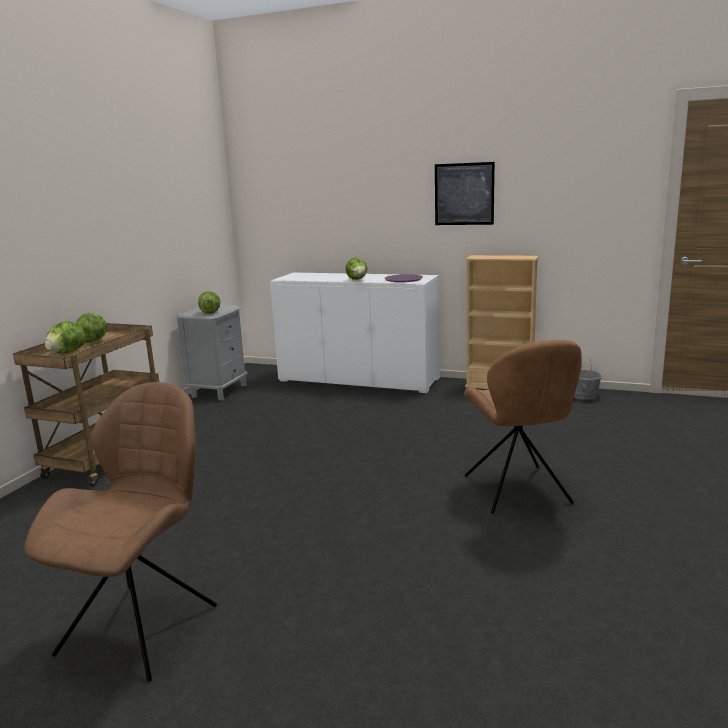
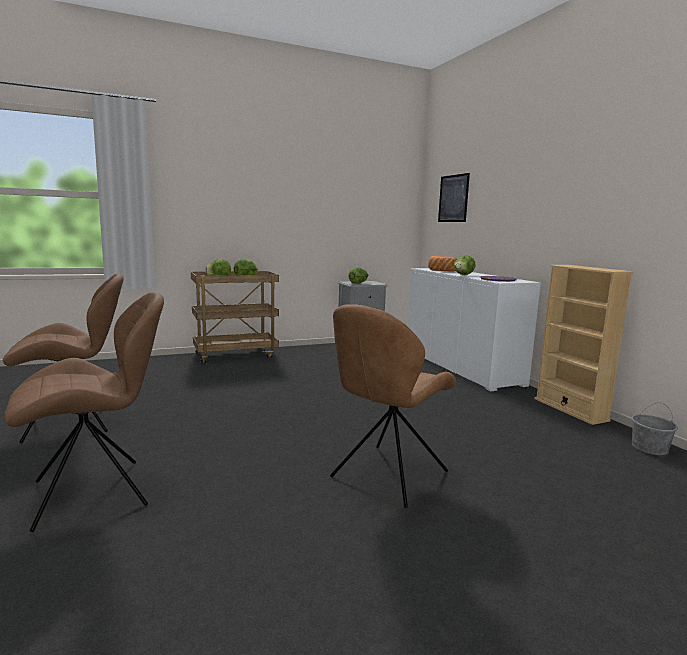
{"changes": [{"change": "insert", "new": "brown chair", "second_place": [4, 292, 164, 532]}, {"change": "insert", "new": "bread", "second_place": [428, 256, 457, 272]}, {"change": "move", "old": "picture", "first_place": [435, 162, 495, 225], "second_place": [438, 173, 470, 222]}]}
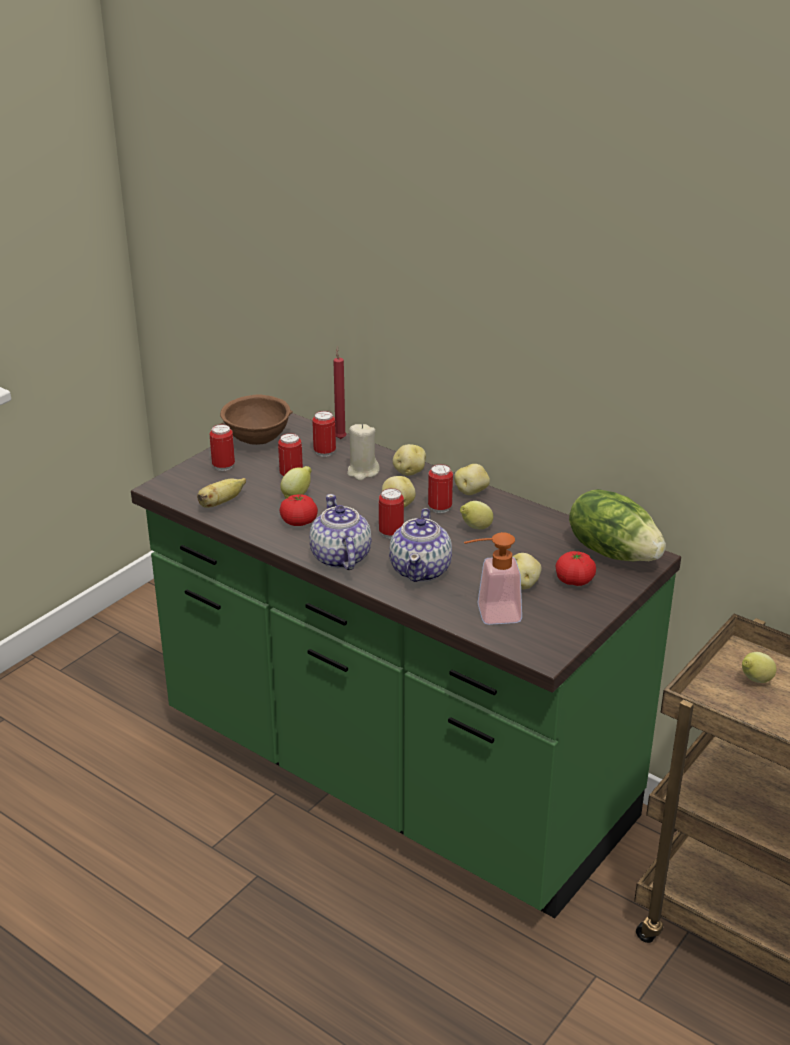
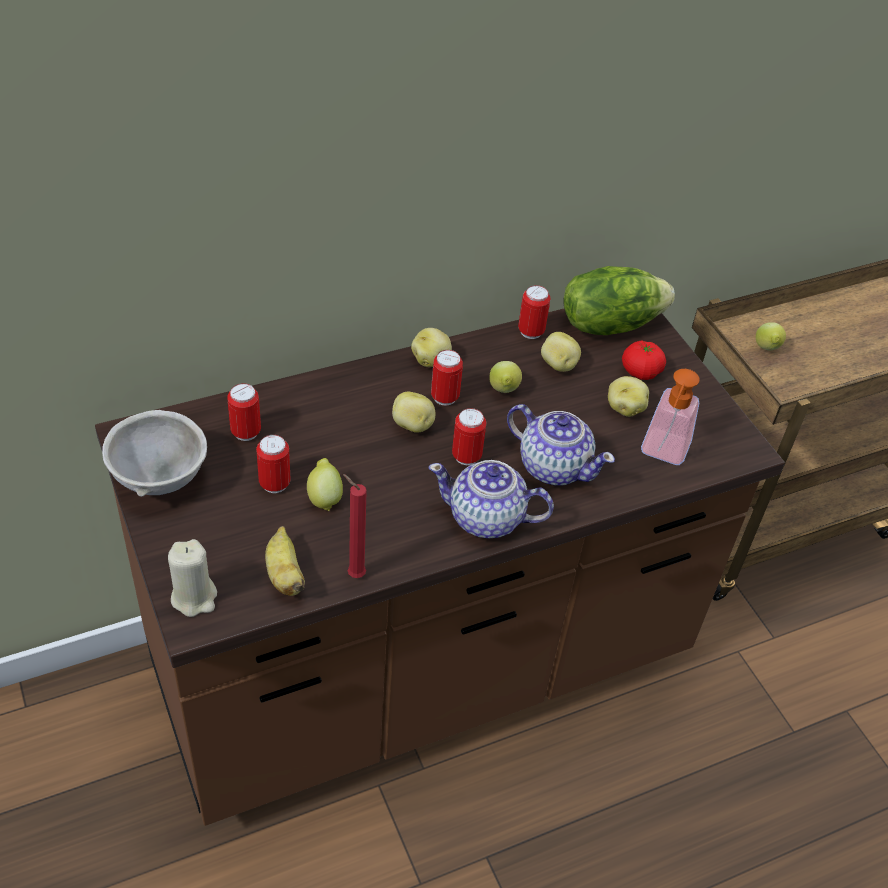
{"changes": [{"change": "recolor", "old": "green counter", "new": "brown counter", "first_place": [131, 413, 681, 918], "second_place": [95, 309, 785, 826]}, {"change": "recolor", "old": "brown bowl", "new": "grey bowl", "first_place": [220, 395, 293, 445], "second_place": [102, 410, 207, 497]}, {"change": "move", "old": "beige candle", "first_place": [347, 424, 380, 481], "second_place": [168, 539, 217, 617]}, {"change": "move", "old": "red candle", "first_place": [333, 346, 347, 439], "second_place": [343, 474, 367, 578]}, {"change": "move", "old": "can", "first_place": [210, 424, 235, 471], "second_place": [518, 285, 550, 339]}, {"change": "move", "old": "potato", "first_place": [393, 444, 426, 476], "second_place": [541, 332, 581, 372]}, {"change": "delete", "old": "tomato", "first_place": [280, 494, 318, 526]}]}
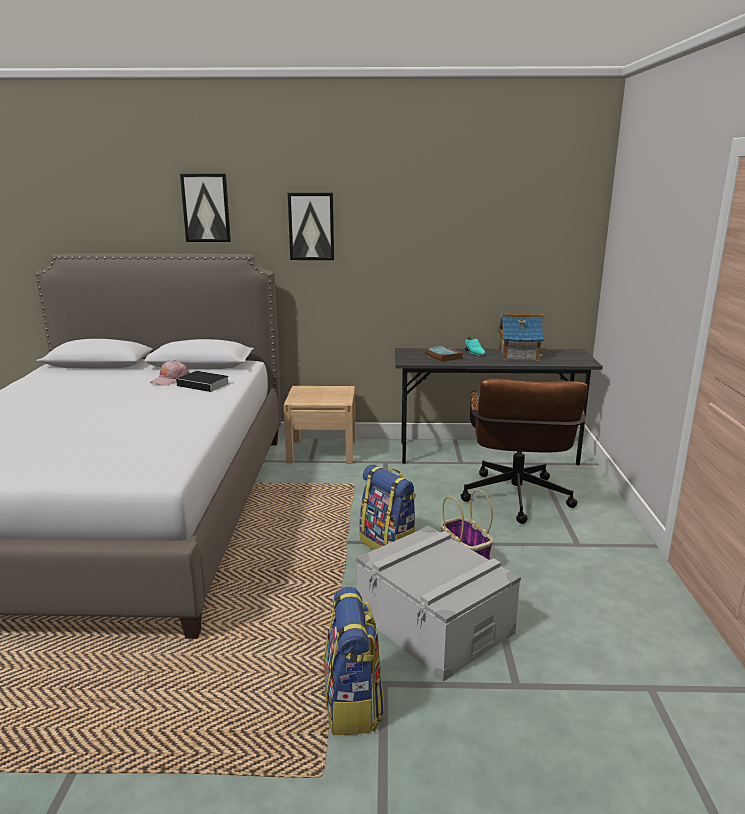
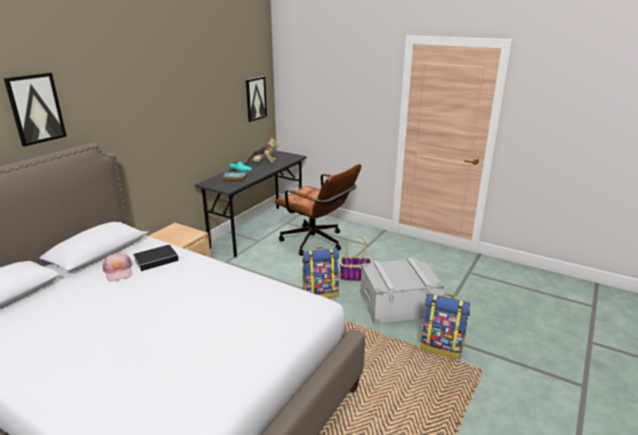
{"changes": [{"change": "replace", "old": "toy house", "new": "plush toy", "first_place": [498, 313, 544, 361], "second_place": [245, 137, 279, 164]}, {"change": "move", "old": "picture", "first_place": [288, 193, 334, 260], "second_place": [246, 76, 267, 122]}]}
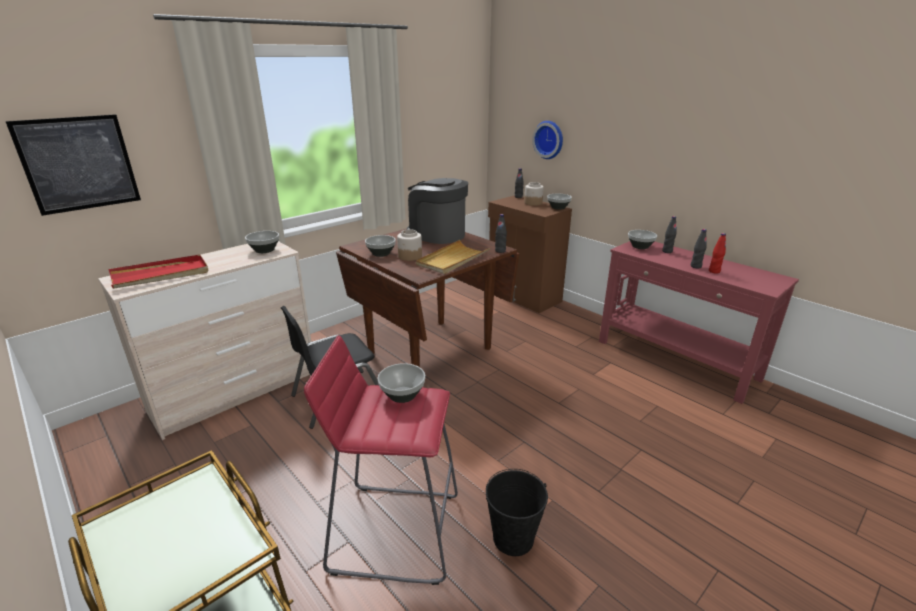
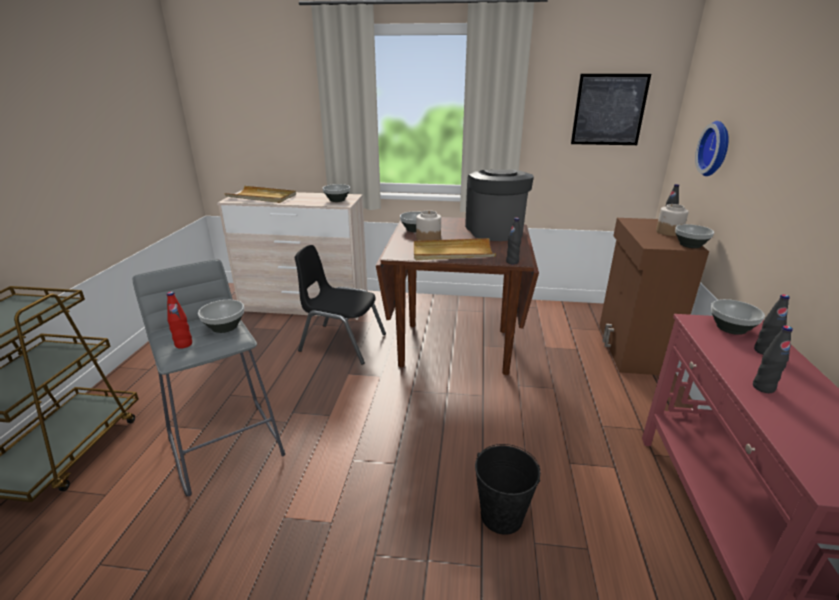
{"changes": [{"change": "recolor", "old": "red stool", "new": "grey stool", "first_place": [304, 335, 458, 585], "second_place": [133, 259, 285, 497]}, {"change": "move", "old": "red bottle", "first_place": [709, 233, 726, 274], "second_place": [167, 292, 192, 349]}, {"change": "recolor", "old": "red tray", "new": "beige tray", "first_place": [108, 254, 208, 289], "second_place": [224, 186, 296, 203]}, {"change": "move", "old": "black bucket", "first_place": [486, 469, 548, 556], "second_place": [475, 444, 540, 535]}, {"change": "move", "old": "picture", "first_place": [5, 114, 141, 216], "second_place": [571, 74, 651, 145]}]}
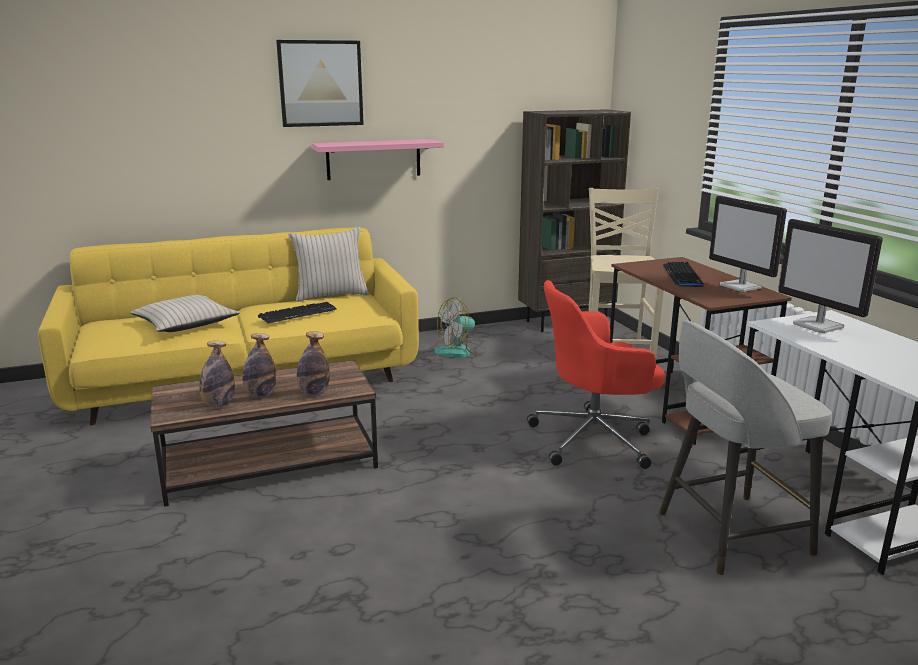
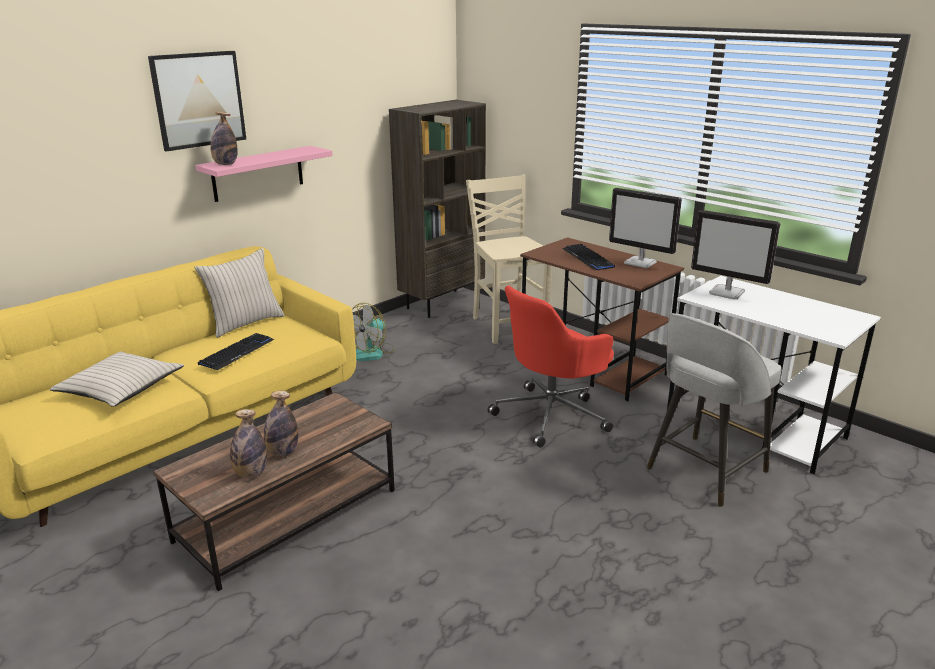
{"changes": [{"change": "move", "old": "bottle", "first_place": [297, 331, 330, 396], "second_place": [210, 112, 238, 165]}]}
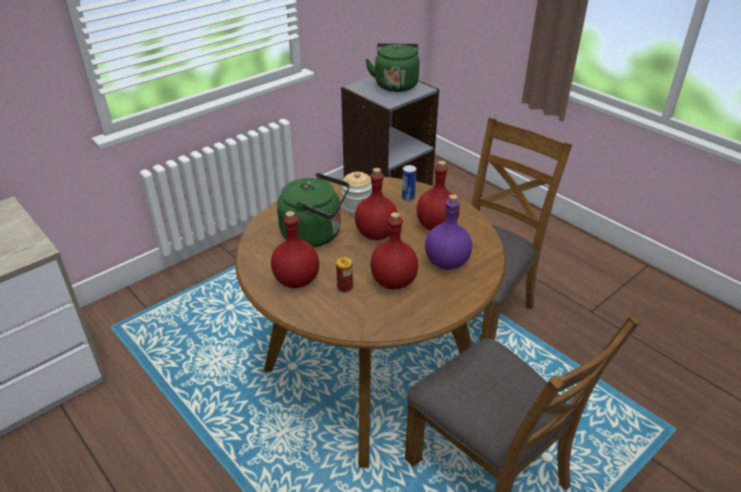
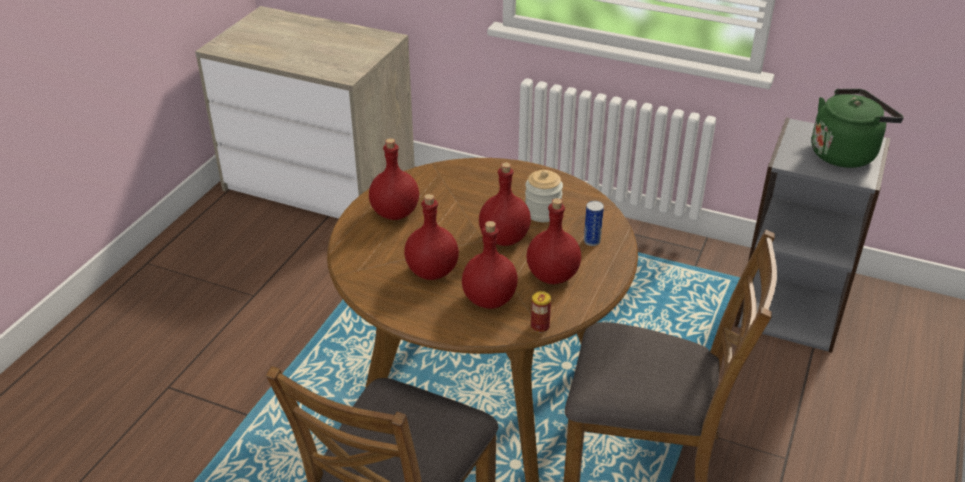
{"changes": [{"change": "recolor", "old": "purple bottle", "new": "red bottle", "first_place": [425, 194, 472, 270], "second_place": [462, 221, 518, 309]}, {"change": "move", "old": "can", "first_place": [336, 257, 353, 292], "second_place": [531, 291, 551, 333]}, {"change": "delete", "old": "green kettle", "first_place": [277, 173, 350, 248]}]}
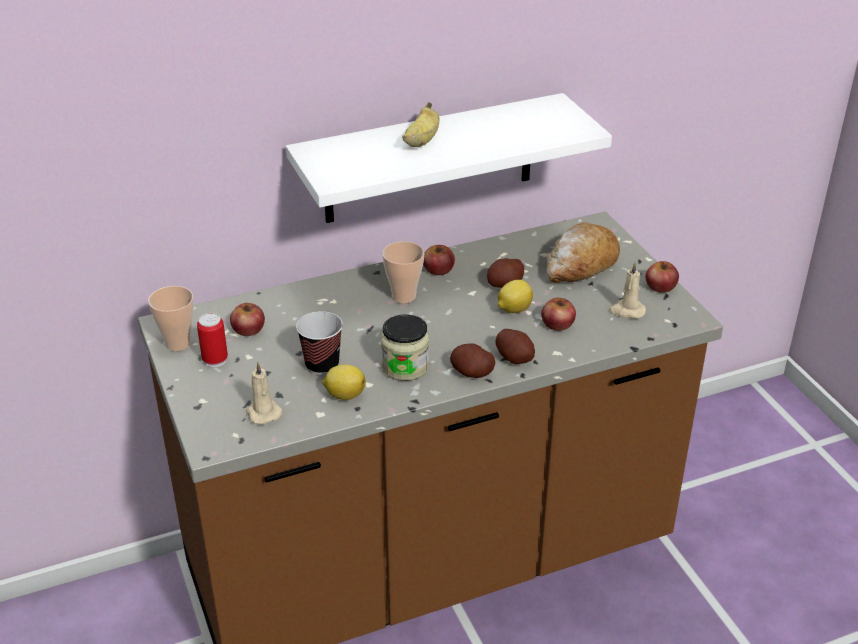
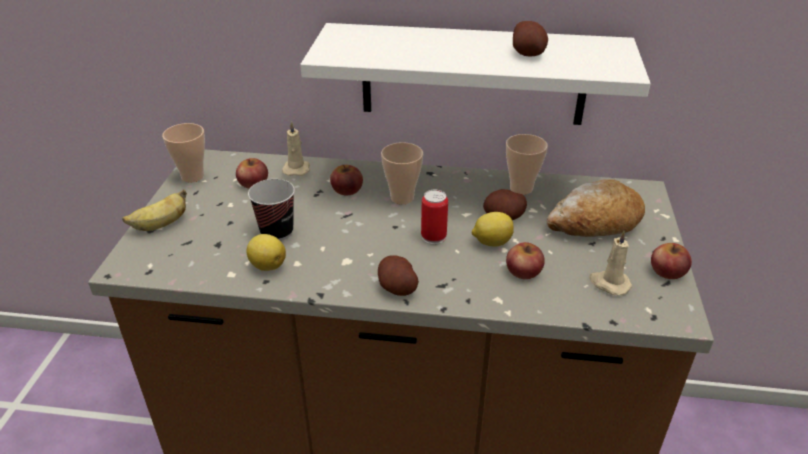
{"changes": [{"change": "move", "old": "banana", "first_place": [402, 102, 439, 147], "second_place": [122, 190, 187, 231]}, {"change": "move", "old": "beige candle", "first_place": [246, 362, 282, 425], "second_place": [282, 121, 310, 176]}, {"change": "move", "old": "apple", "first_place": [423, 245, 455, 275], "second_place": [330, 164, 363, 196]}, {"change": "move", "old": "can", "first_place": [197, 313, 228, 367], "second_place": [421, 190, 448, 245]}, {"change": "insert", "new": "cup", "second_place": [506, 134, 548, 195]}, {"change": "move", "old": "potato", "first_place": [495, 329, 535, 364], "second_place": [513, 21, 548, 57]}, {"change": "delete", "old": "jar", "first_place": [381, 315, 429, 381]}]}
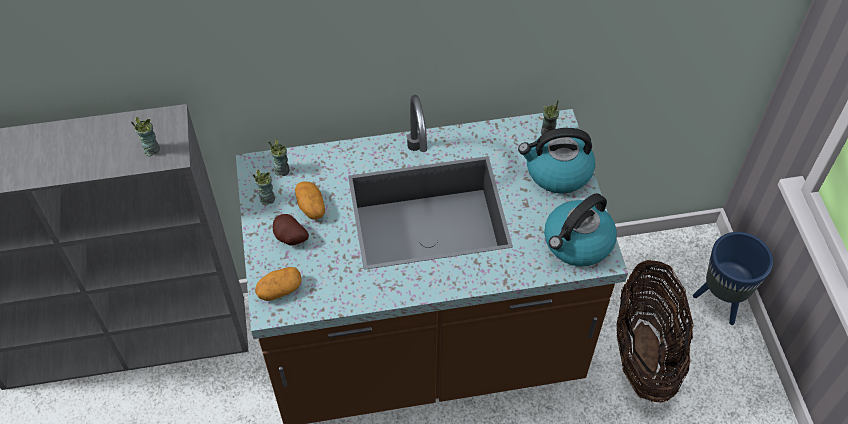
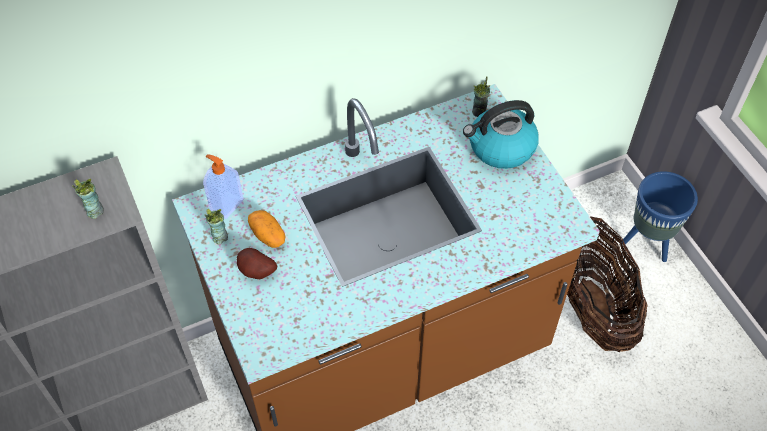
{"changes": [{"change": "replace", "old": "cup", "new": "soap dispenser", "first_place": [268, 140, 290, 176], "second_place": [203, 155, 243, 219]}, {"change": "delete", "old": "potato", "first_place": [255, 267, 302, 301]}, {"change": "delete", "old": "kettle", "first_place": [544, 193, 617, 267]}]}
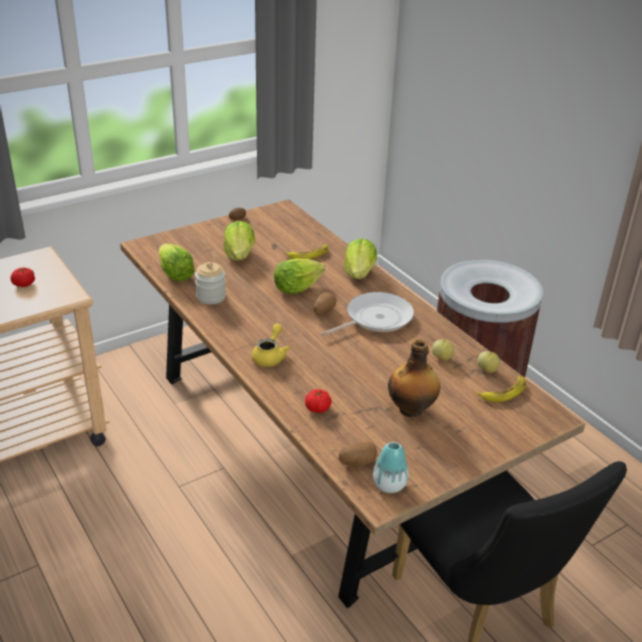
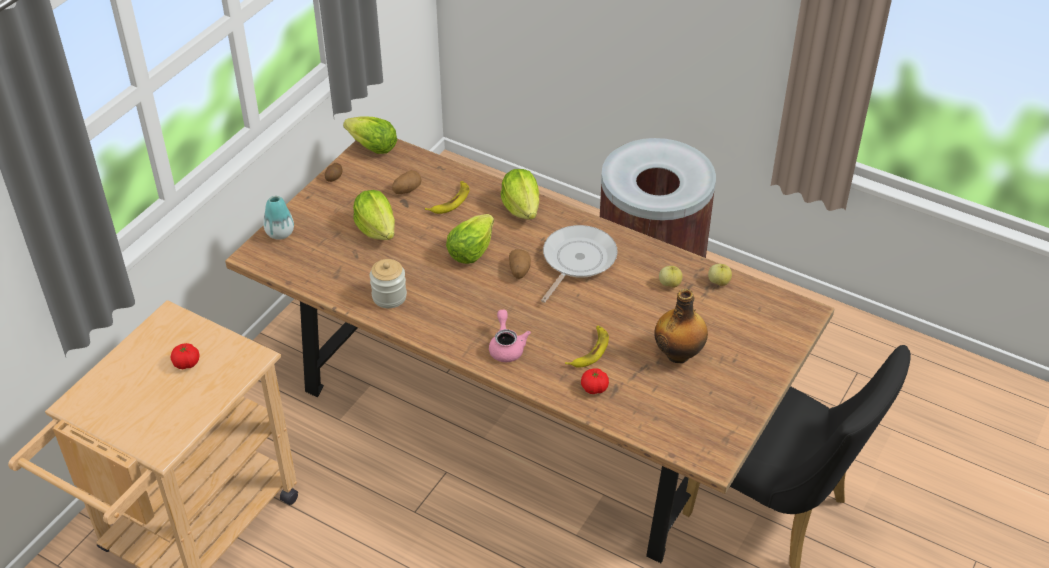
{"changes": [{"change": "move", "old": "vase", "first_place": [373, 442, 408, 493], "second_place": [263, 196, 294, 240]}, {"change": "move", "old": "lettuce", "first_place": [159, 244, 195, 281], "second_place": [343, 116, 397, 154]}, {"change": "move", "old": "potato", "first_place": [339, 442, 377, 466], "second_place": [392, 170, 421, 194]}, {"change": "recolor", "old": "yellow teapot", "new": "pink teapot", "first_place": [252, 324, 291, 367], "second_place": [489, 310, 531, 362]}, {"change": "move", "old": "banana", "first_place": [475, 376, 526, 402], "second_place": [565, 326, 609, 368]}]}
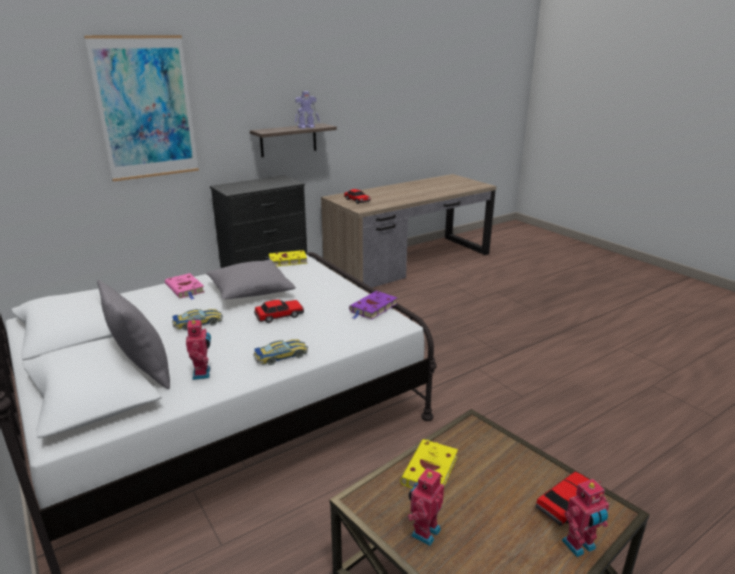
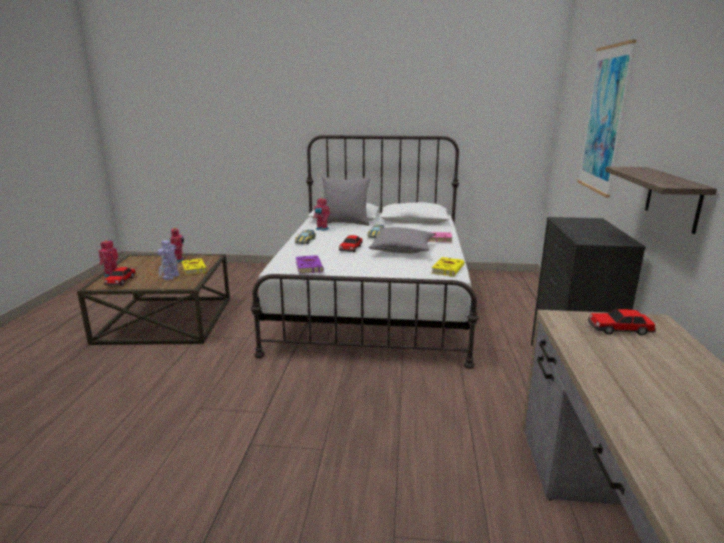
{"changes": [{"change": "move", "old": "toy robot", "first_place": [295, 91, 320, 129], "second_place": [158, 240, 180, 280]}]}
